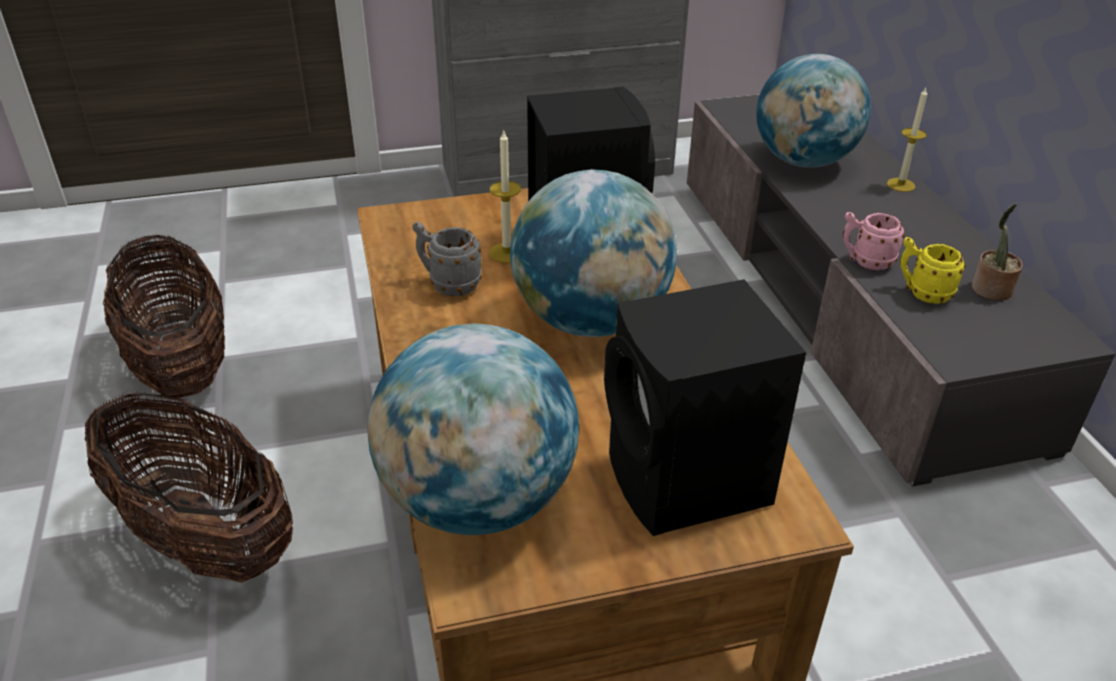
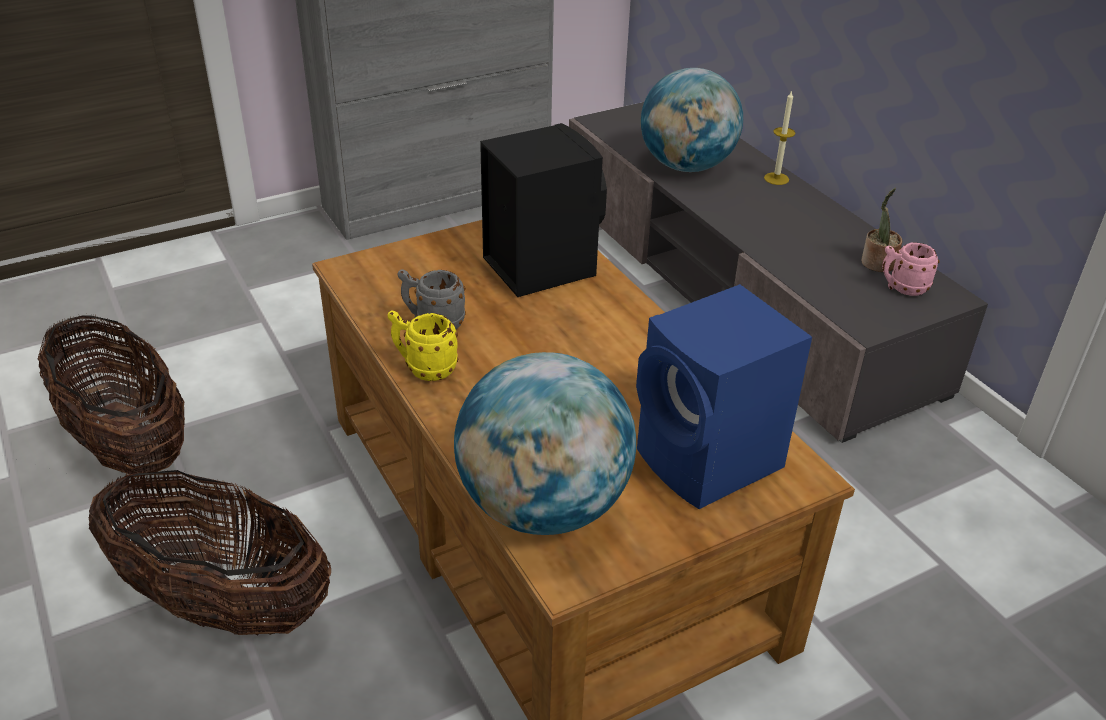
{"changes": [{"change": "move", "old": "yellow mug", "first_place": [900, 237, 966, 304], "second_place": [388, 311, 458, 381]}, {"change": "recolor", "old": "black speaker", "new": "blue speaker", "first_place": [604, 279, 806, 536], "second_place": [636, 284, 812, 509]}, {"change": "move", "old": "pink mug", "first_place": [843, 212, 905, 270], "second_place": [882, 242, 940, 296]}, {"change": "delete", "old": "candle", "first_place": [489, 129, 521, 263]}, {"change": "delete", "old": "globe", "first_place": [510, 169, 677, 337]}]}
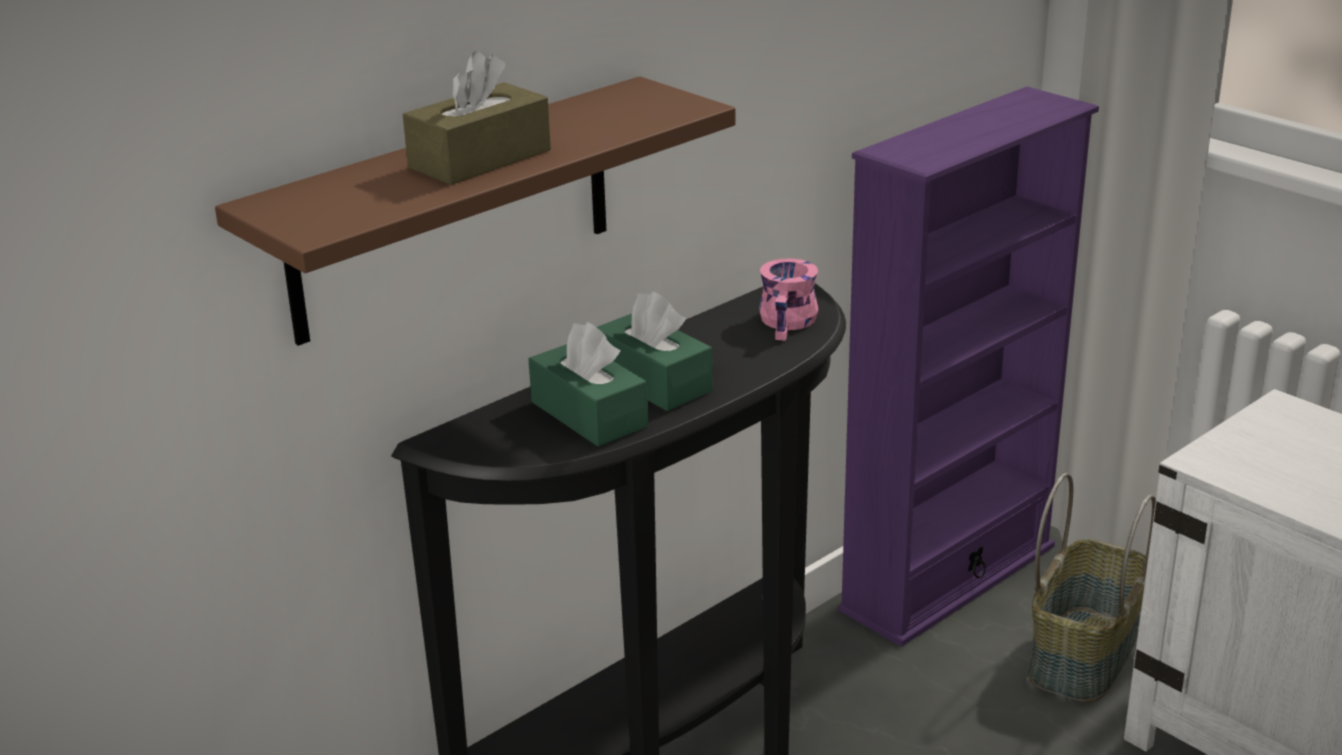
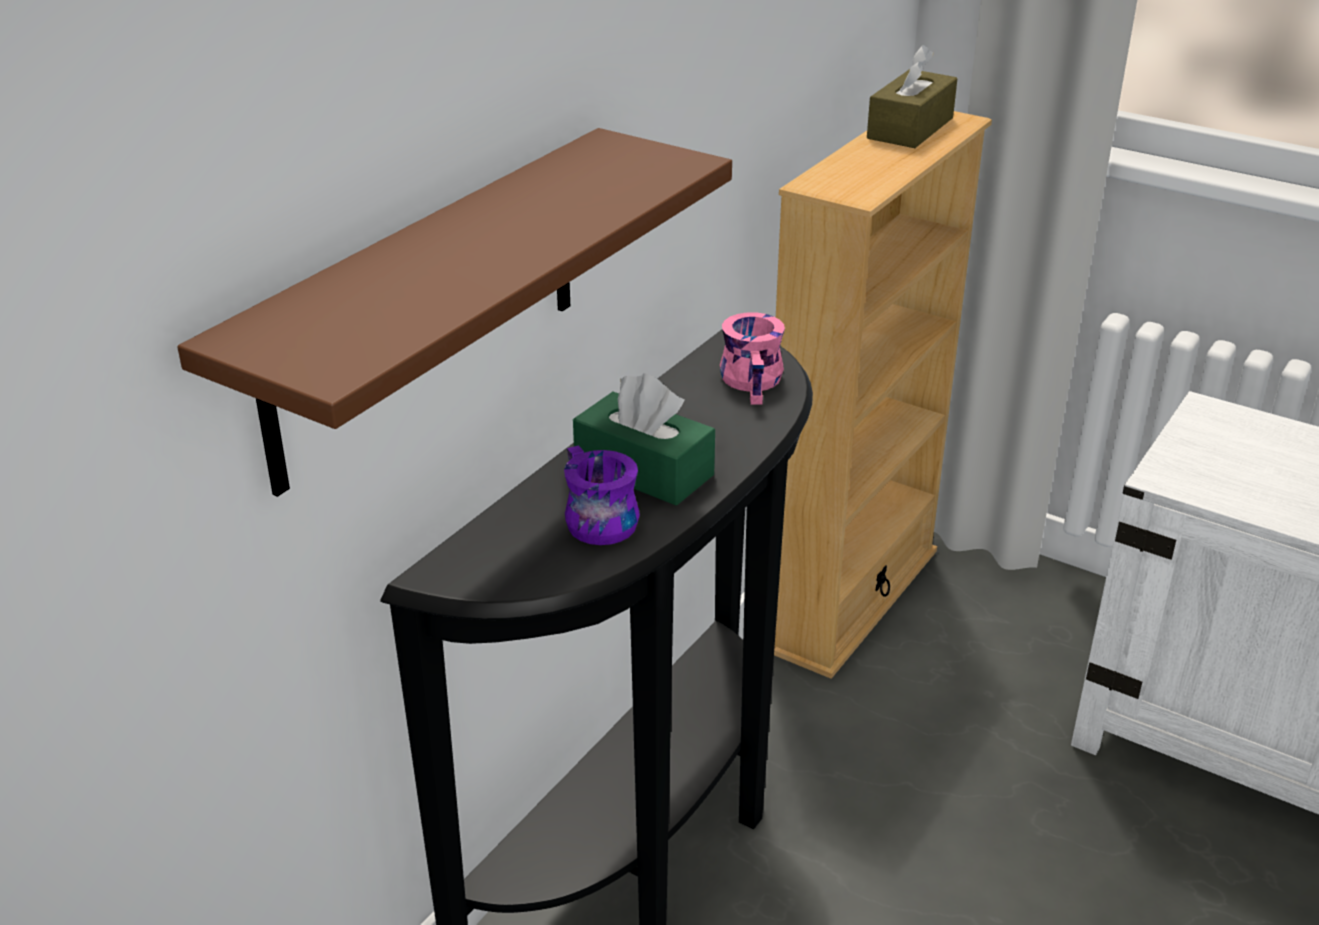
{"changes": [{"change": "replace", "old": "green tissue box", "new": "purple mug", "first_place": [528, 322, 648, 446], "second_place": [564, 446, 640, 545]}, {"change": "recolor", "old": "purple bookcase", "new": "beige bookcase", "first_place": [838, 87, 1099, 647], "second_place": [774, 111, 992, 679]}, {"change": "move", "old": "brown tissue box", "first_place": [403, 51, 551, 185], "second_place": [867, 45, 958, 148]}, {"change": "delete", "old": "basket", "first_place": [1029, 473, 1156, 702]}]}
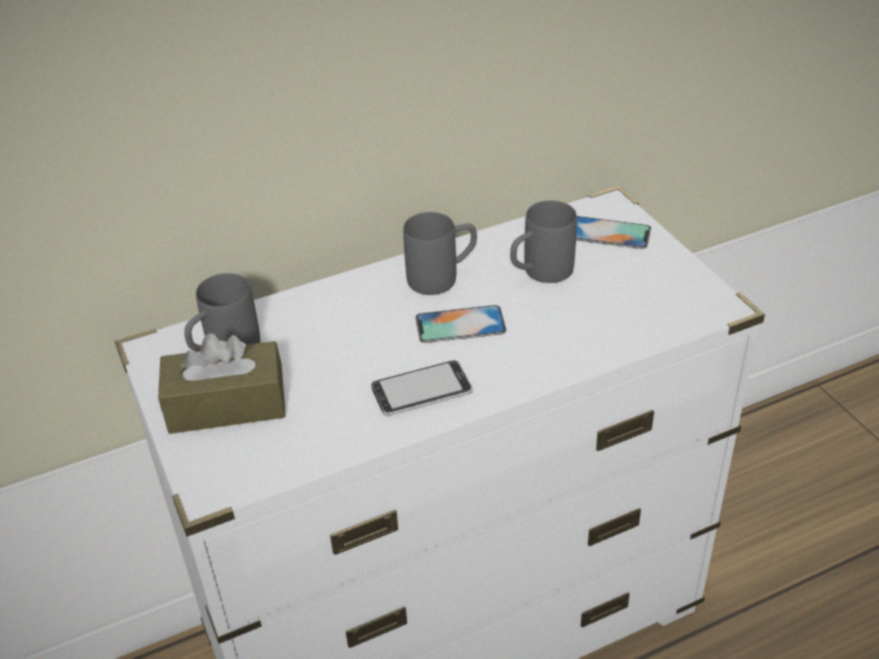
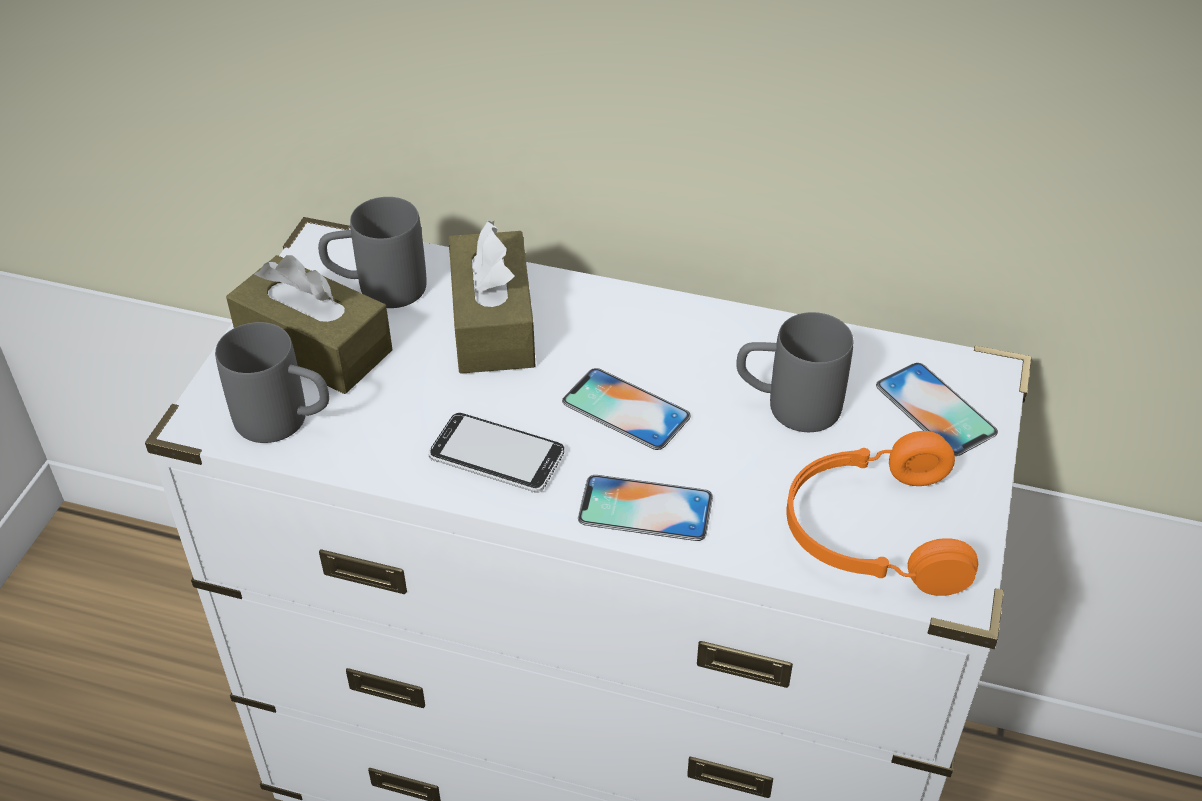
{"changes": [{"change": "move", "old": "grey mug", "first_place": [403, 212, 477, 295], "second_place": [215, 322, 329, 443]}, {"change": "insert", "new": "brown tissue box", "second_place": [449, 220, 535, 374]}, {"change": "insert", "new": "phone", "second_place": [578, 475, 713, 541]}, {"change": "insert", "new": "orange headphones", "second_place": [786, 431, 978, 596]}]}
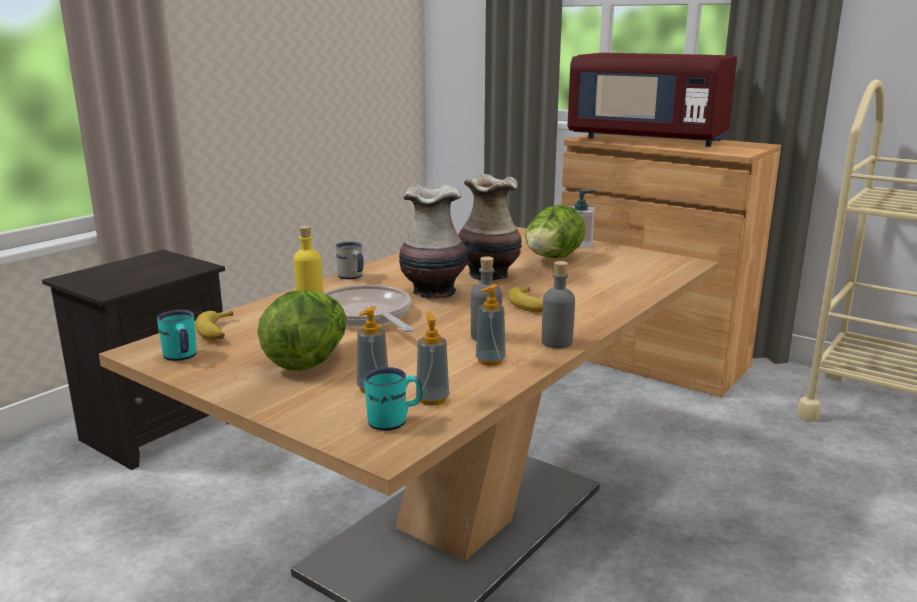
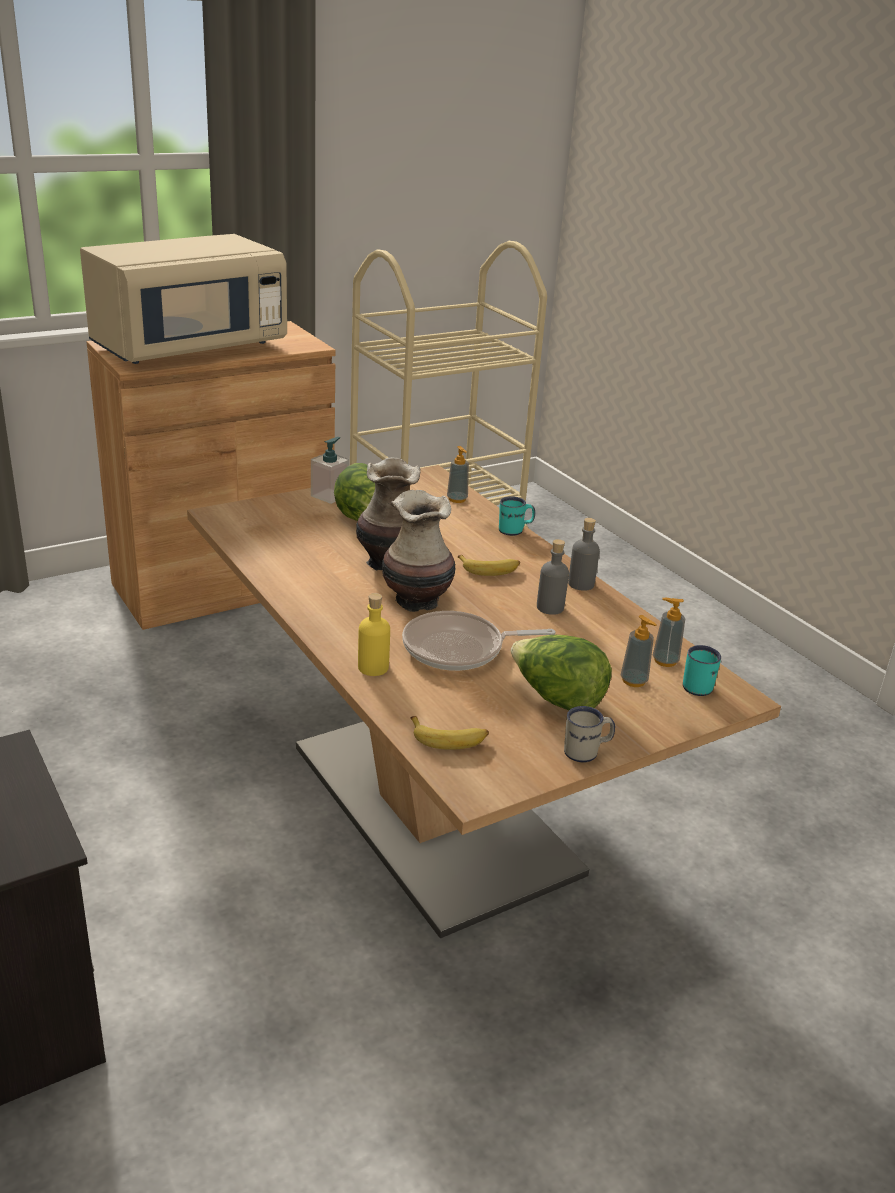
{"changes": [{"change": "recolor", "old": "red microwave", "new": "beige microwave", "first_place": [568, 53, 737, 147], "second_place": [80, 234, 287, 364]}, {"change": "move", "old": "soap dispenser", "first_place": [476, 284, 506, 366], "second_place": [447, 446, 469, 503]}, {"change": "move", "old": "turquoise mug", "first_place": [157, 310, 197, 361], "second_place": [499, 496, 535, 536]}, {"change": "move", "old": "white mug", "first_place": [335, 242, 363, 279], "second_place": [564, 706, 615, 763]}]}
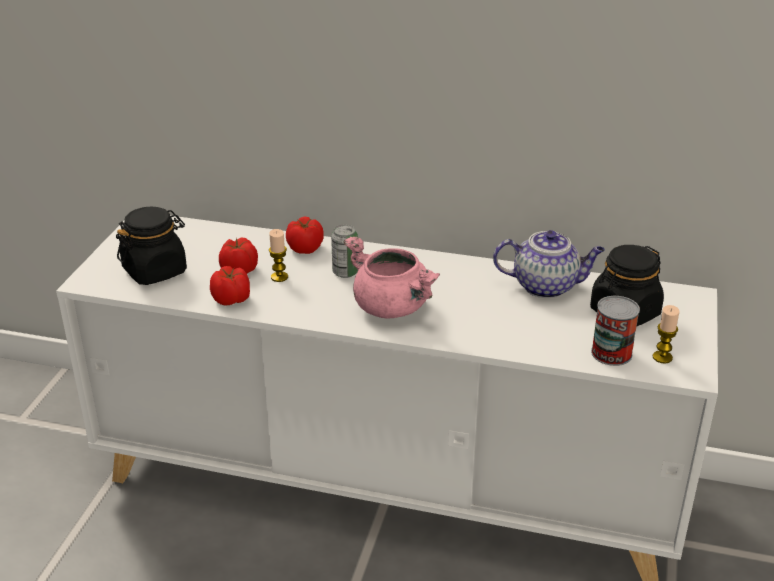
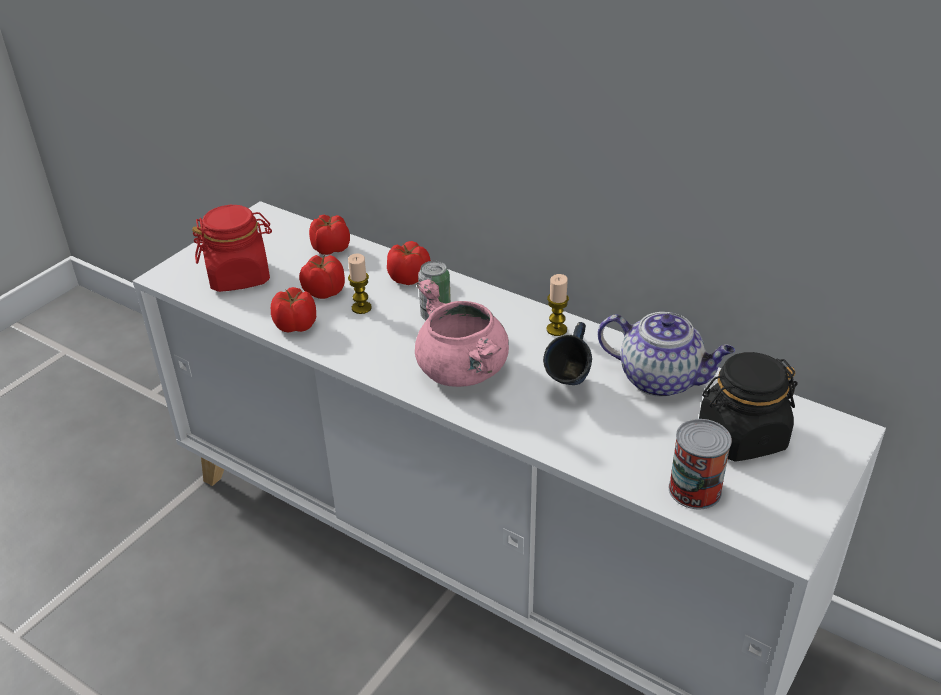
{"changes": [{"change": "recolor", "old": "black jar", "new": "red jar", "first_place": [116, 207, 187, 285], "second_place": [192, 205, 272, 292]}, {"change": "insert", "new": "tomato", "second_place": [309, 215, 350, 255]}, {"change": "insert", "new": "blue mug", "second_place": [543, 322, 592, 385]}, {"change": "move", "old": "candle", "first_place": [653, 305, 679, 363], "second_place": [547, 274, 569, 336]}]}
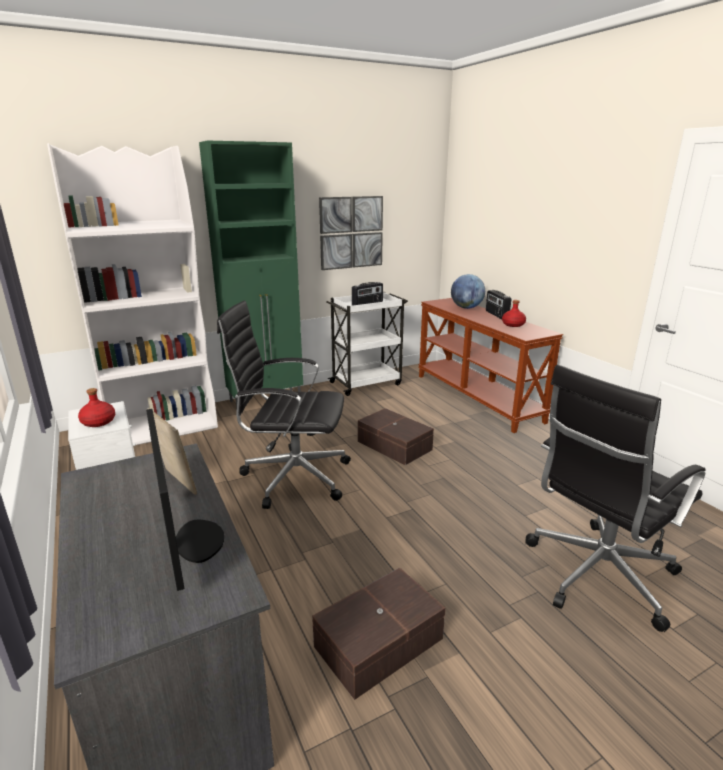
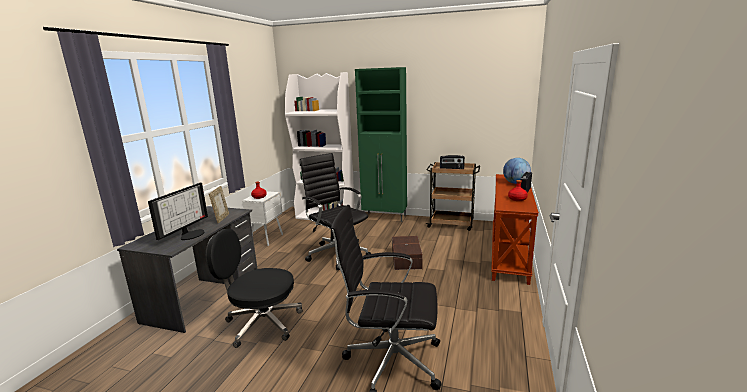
{"changes": [{"change": "replace", "old": "brown storage box", "new": "black office chair", "first_place": [312, 567, 445, 700], "second_place": [206, 229, 303, 348]}, {"change": "recolor", "old": "white cart", "new": "brown cart", "first_place": [326, 292, 408, 396], "second_place": [426, 162, 480, 231]}, {"change": "delete", "old": "picture", "first_place": [319, 196, 383, 270]}]}
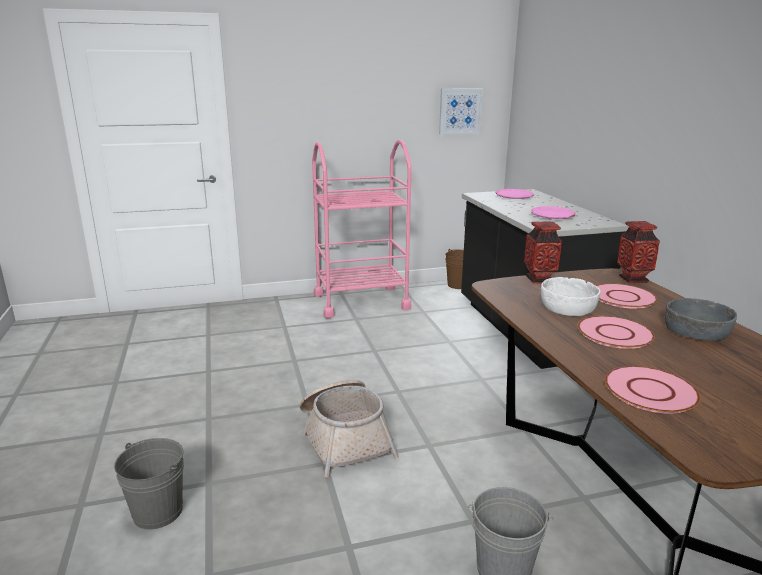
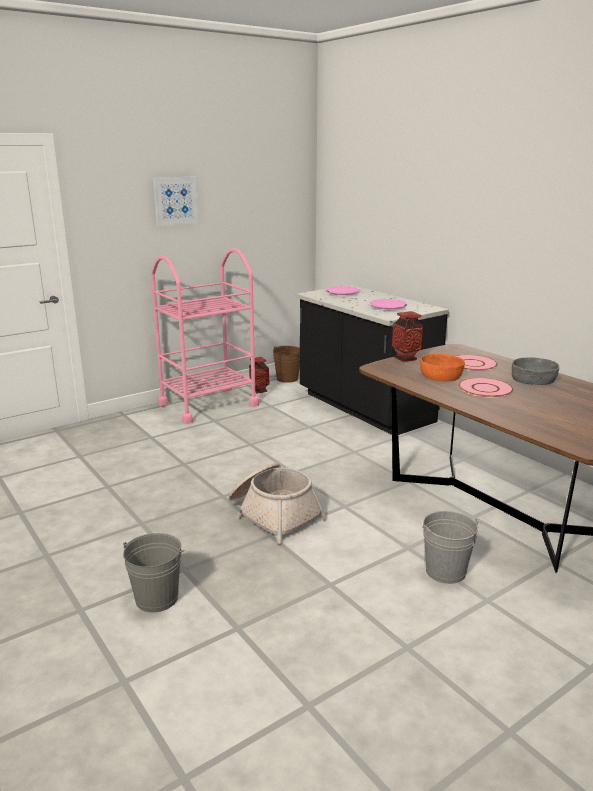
{"changes": [{"change": "move", "old": "picture", "first_place": [439, 88, 484, 135], "second_place": [153, 176, 199, 226]}, {"change": "move", "old": "vase", "first_place": [617, 221, 660, 283], "second_place": [249, 357, 269, 393]}, {"change": "recolor", "old": "white bowl", "new": "orange bowl", "first_place": [541, 277, 601, 316], "second_place": [420, 353, 465, 381]}, {"change": "delete", "old": "pink plate", "first_place": [605, 366, 700, 414]}]}
